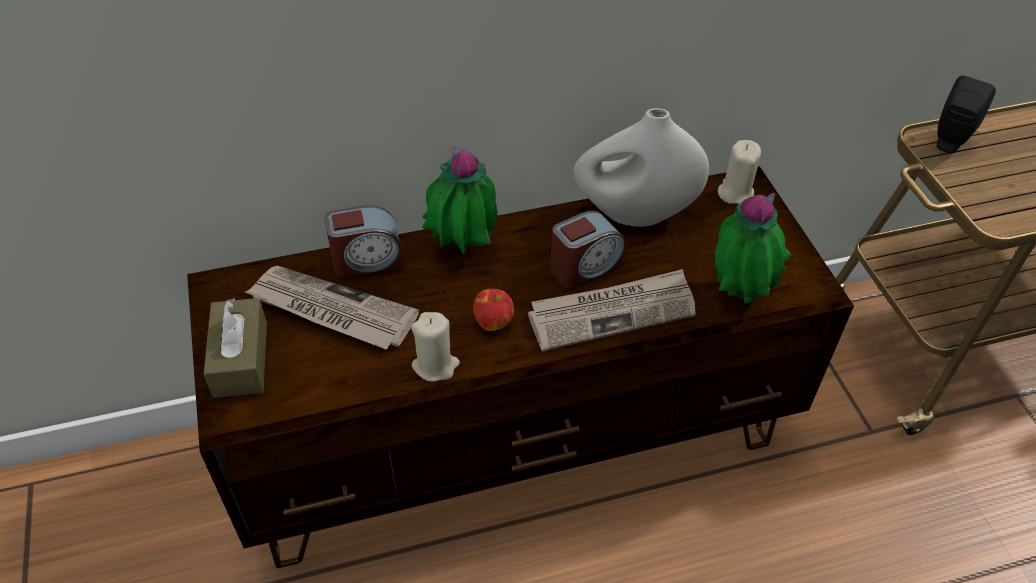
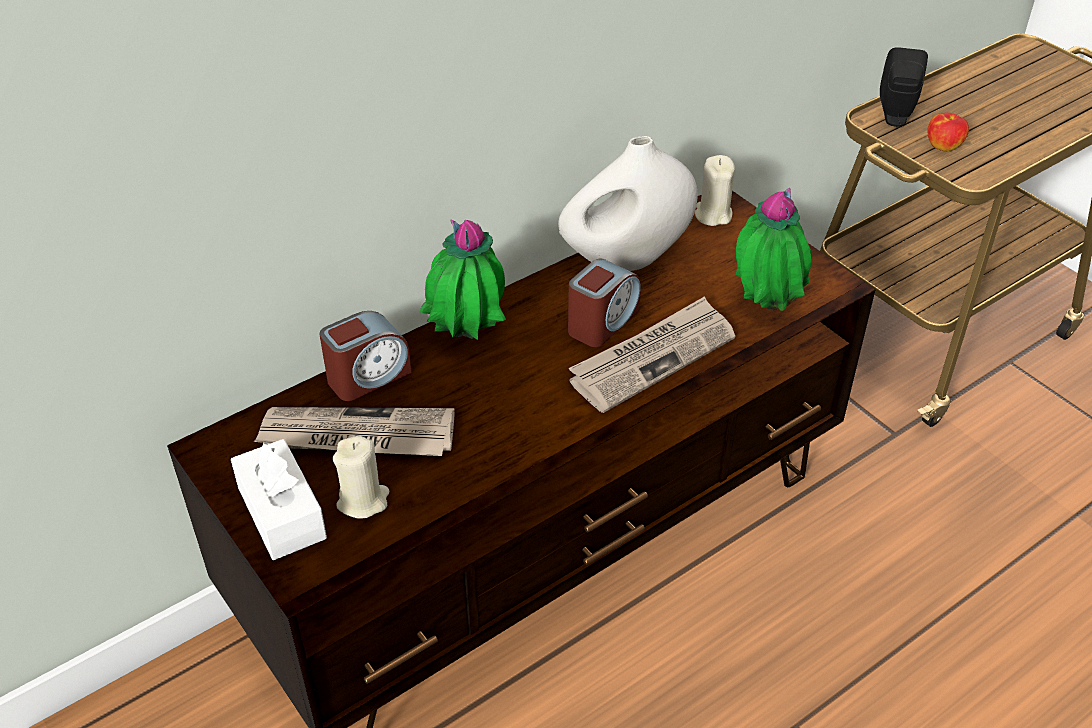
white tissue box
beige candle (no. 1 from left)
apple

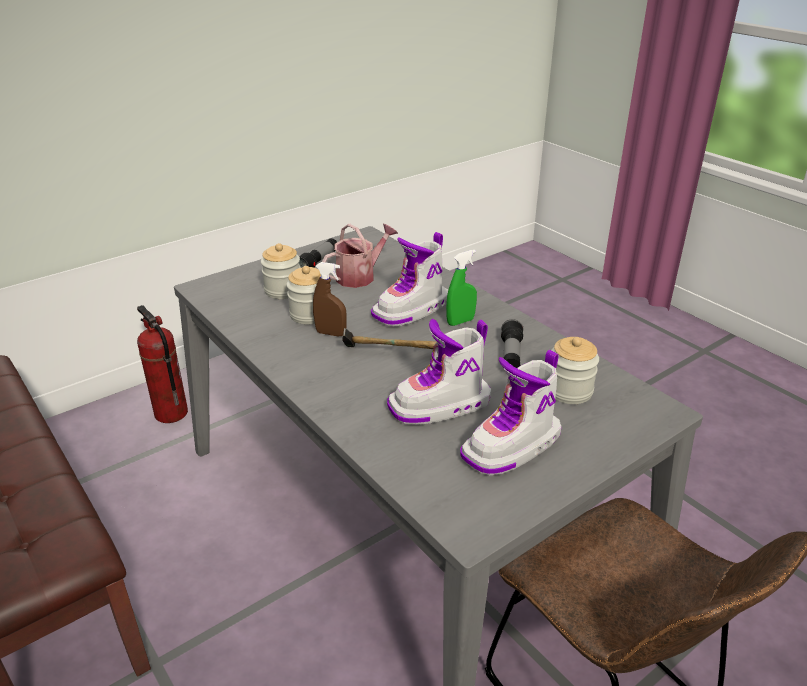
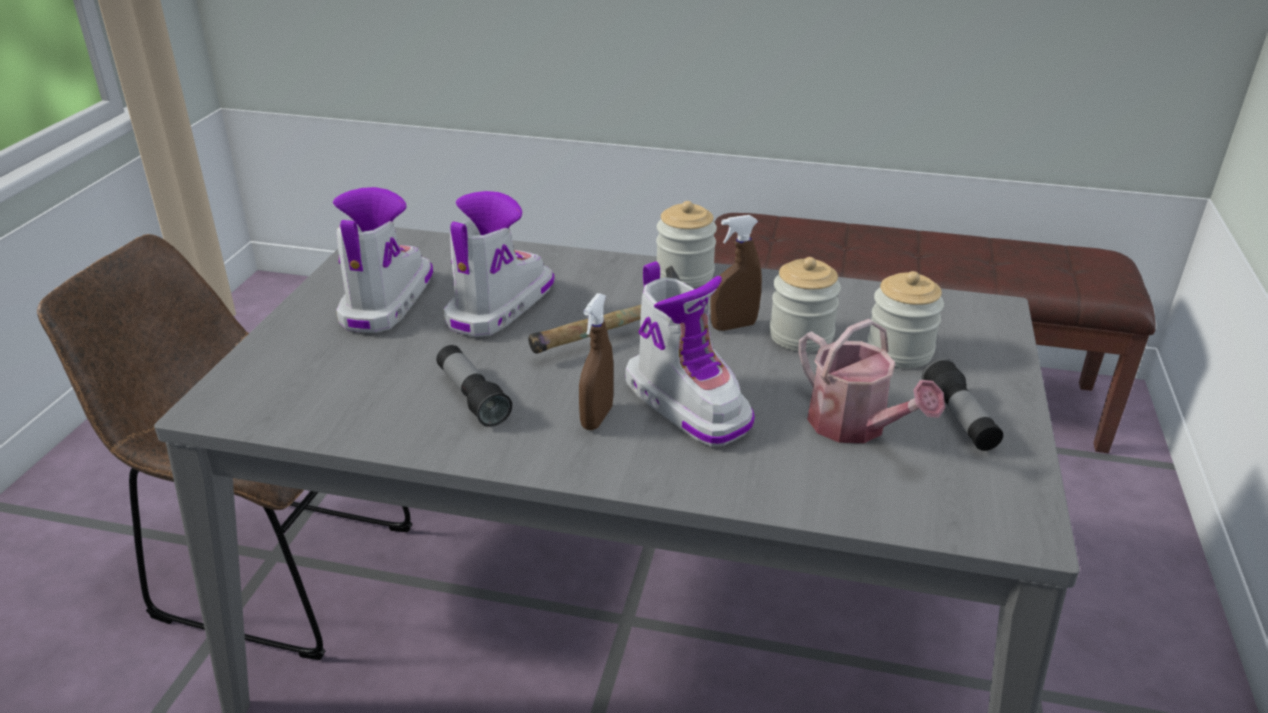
fire extinguisher
watering can
boot (no. 3 from left)
brown spray bottle (no. 1 from left)
jar (no. 1 from left)

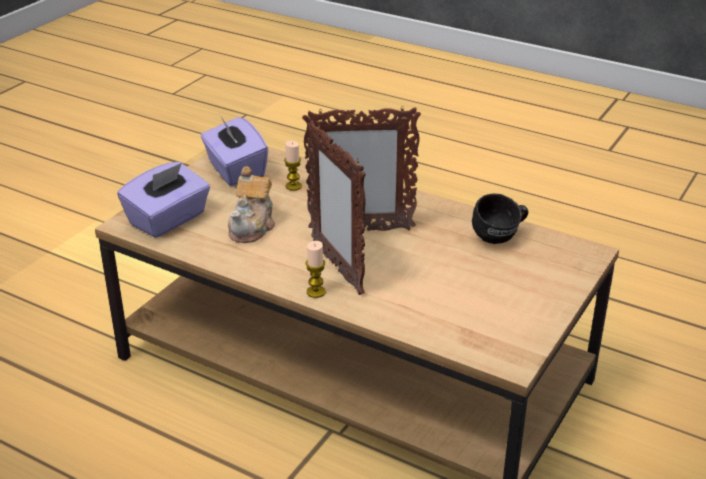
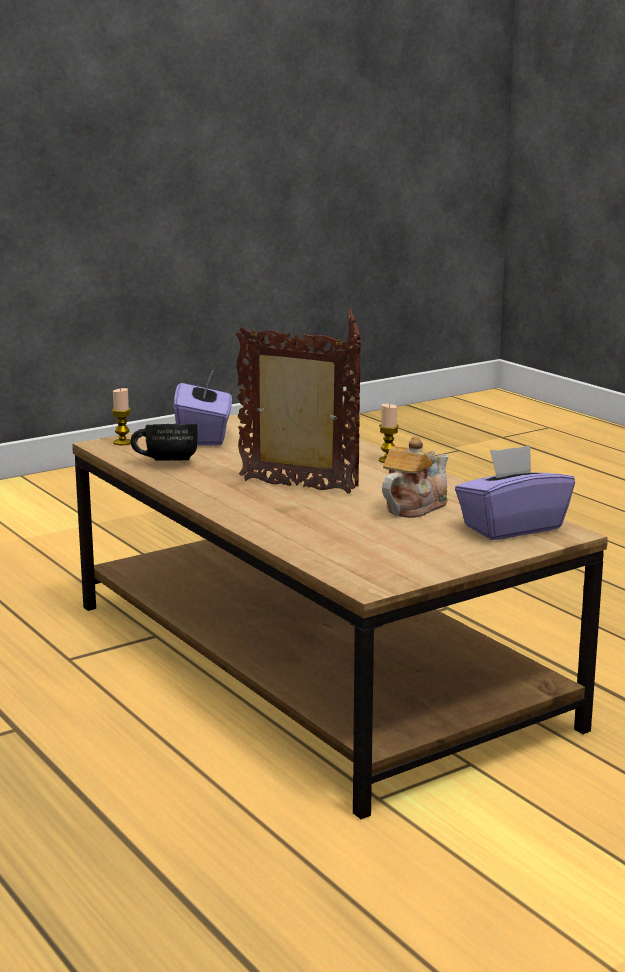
purple tissue box (no. 1 from left)
candle (no. 1 from left)

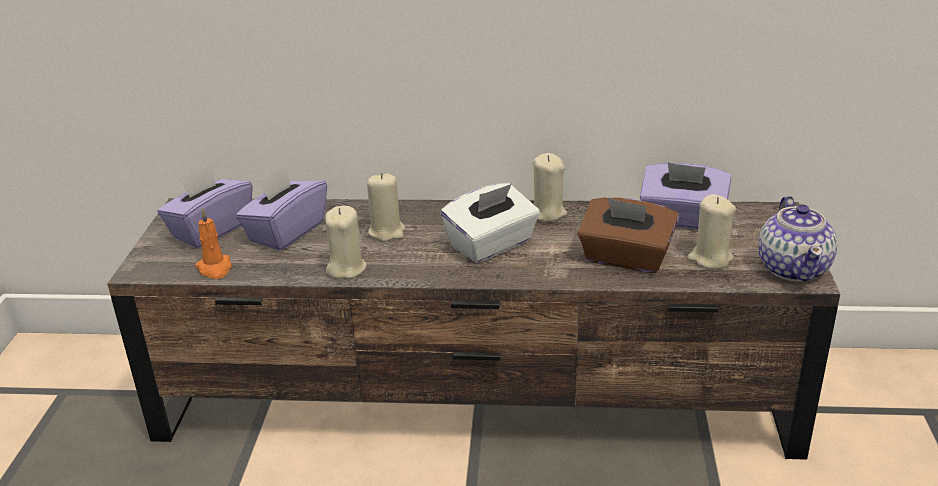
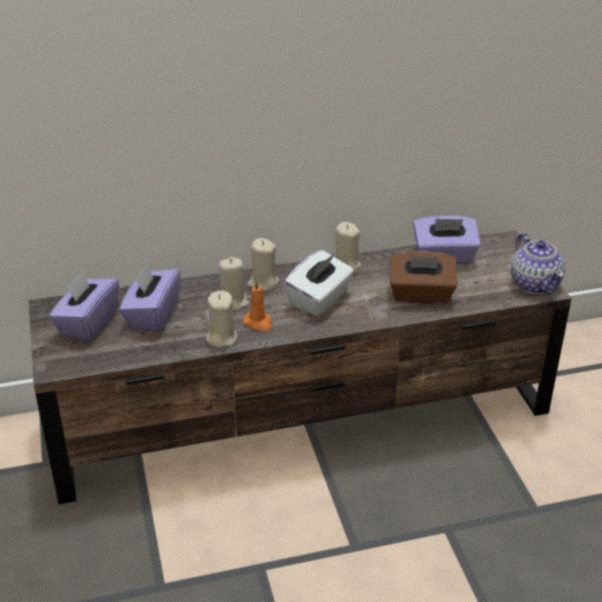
orange candle
beige candle (no. 3 from left)

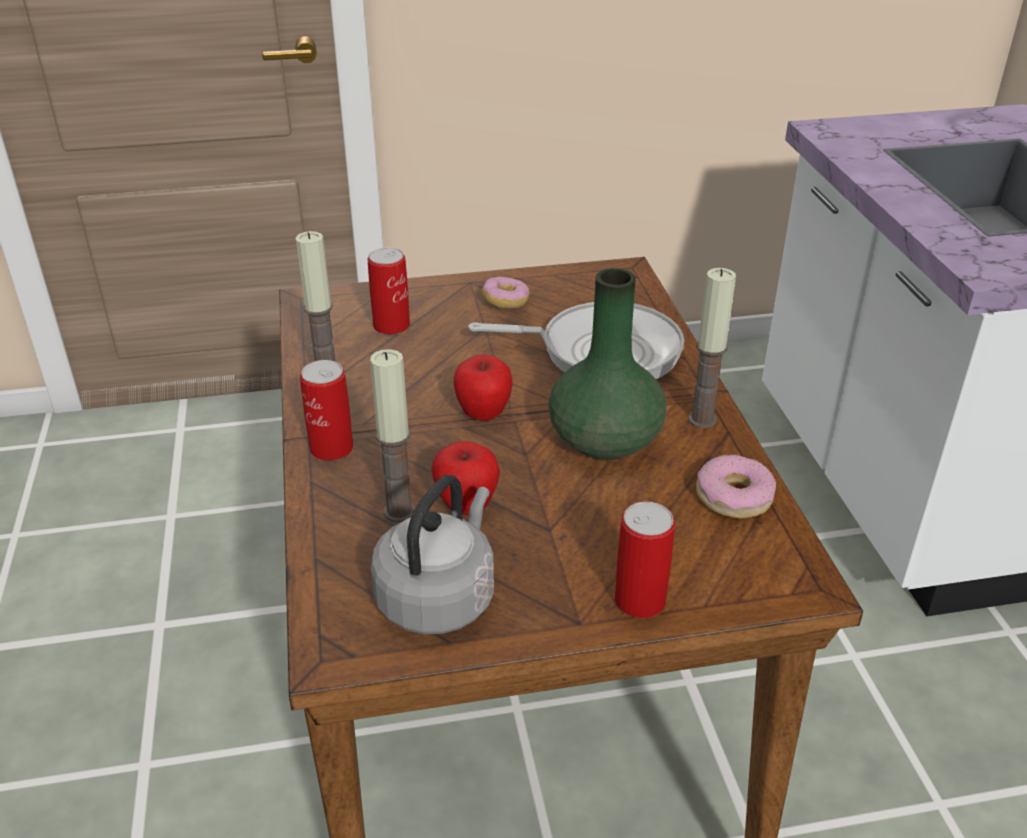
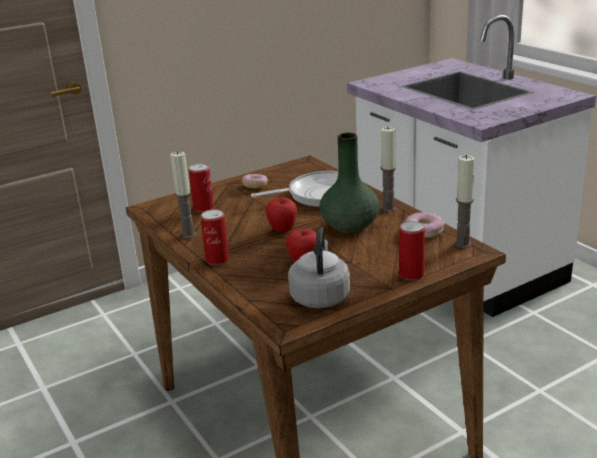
candle (no. 3 from left)

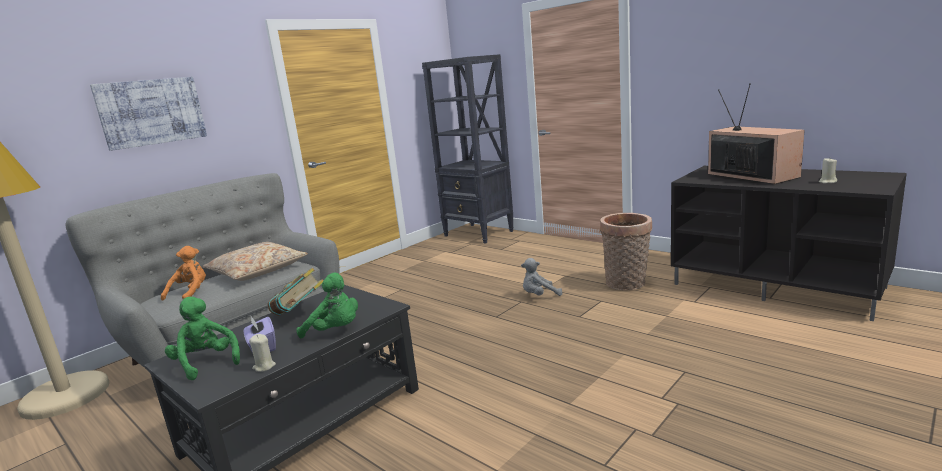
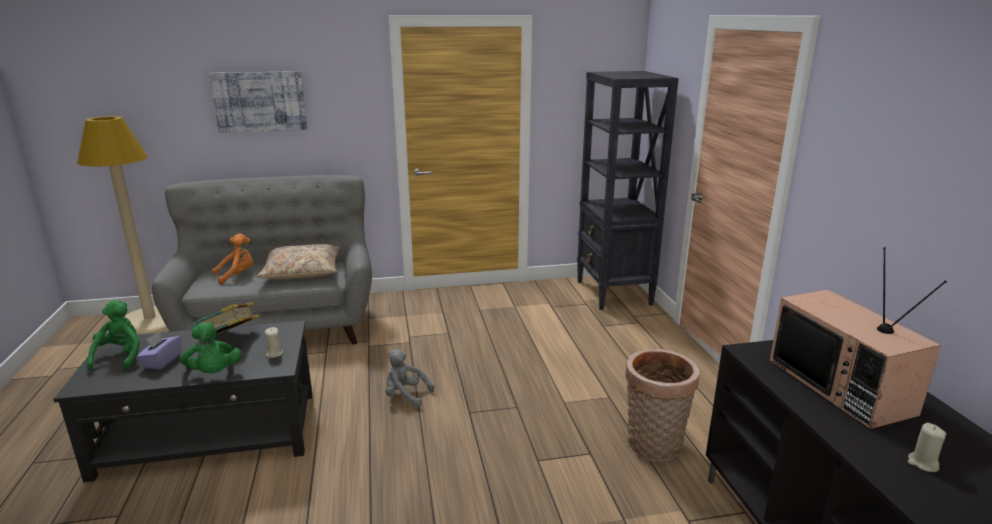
beige candle (no. 1 from left)
grey plush toy
television

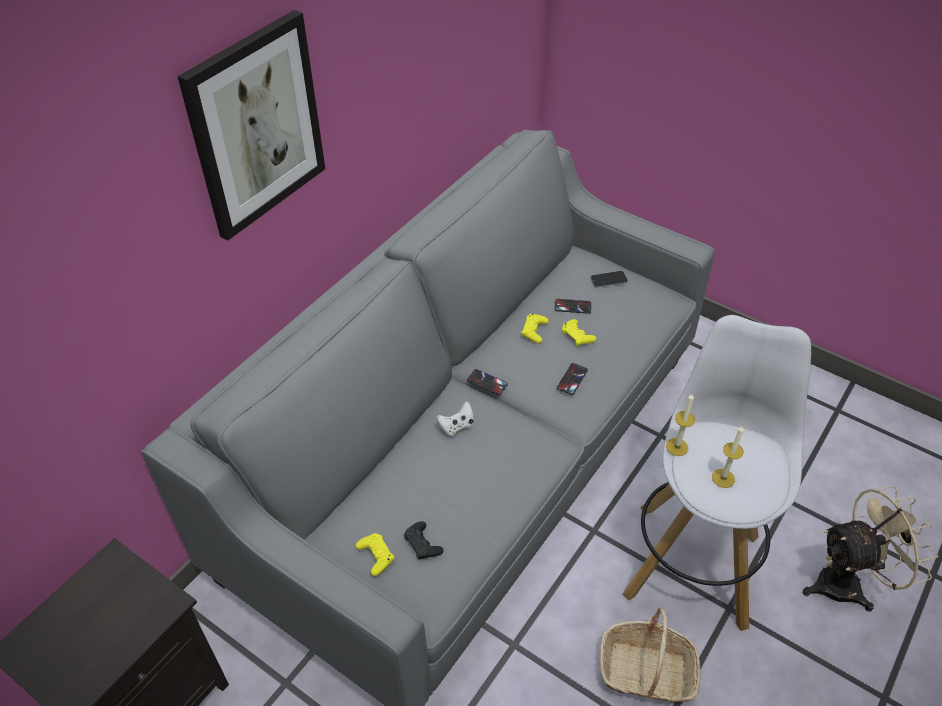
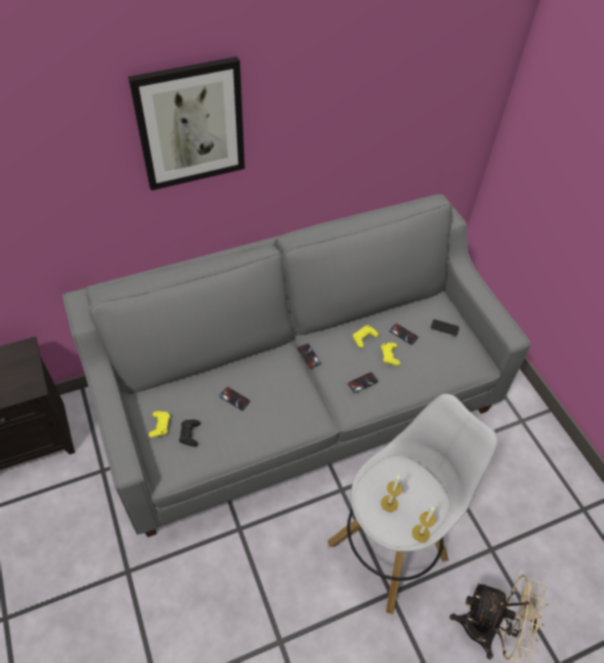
white game controller
basket
candle (no. 2 from left)
phone (no. 1 from left)

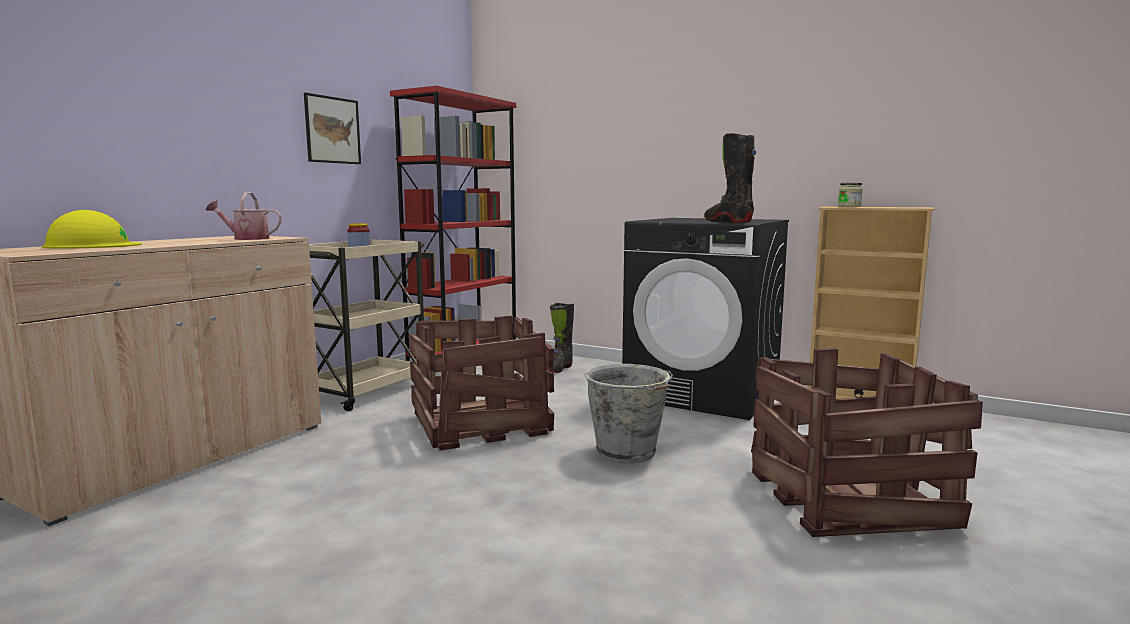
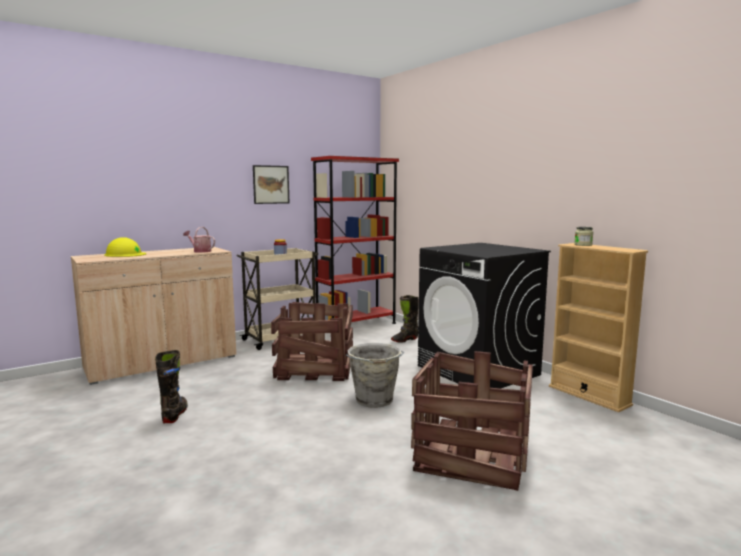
black boot (no. 1 from left)

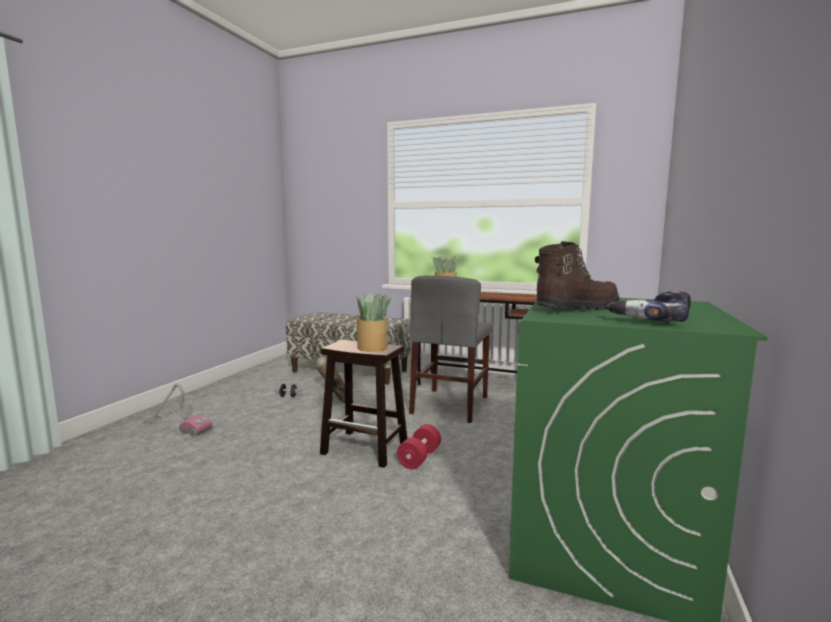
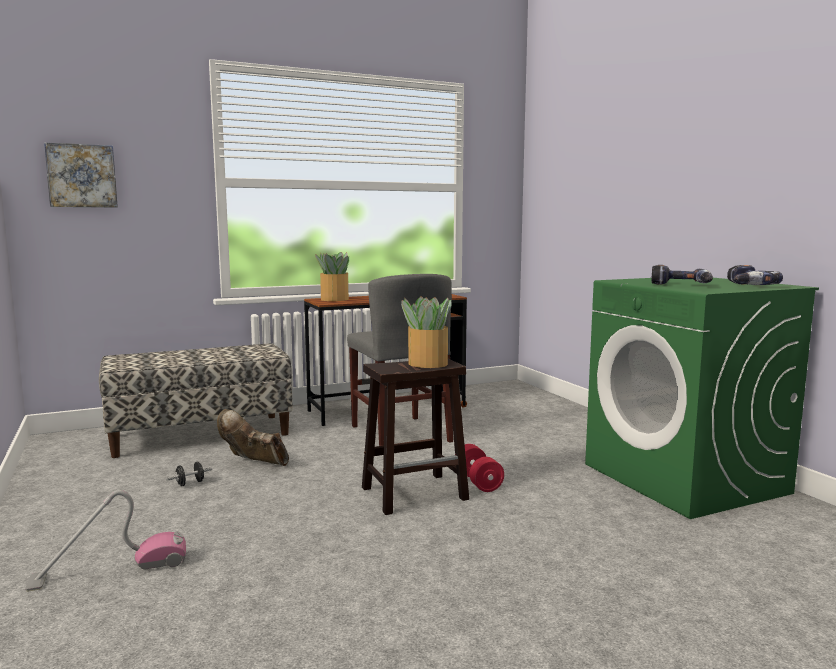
power drill (no. 1 from left)
picture

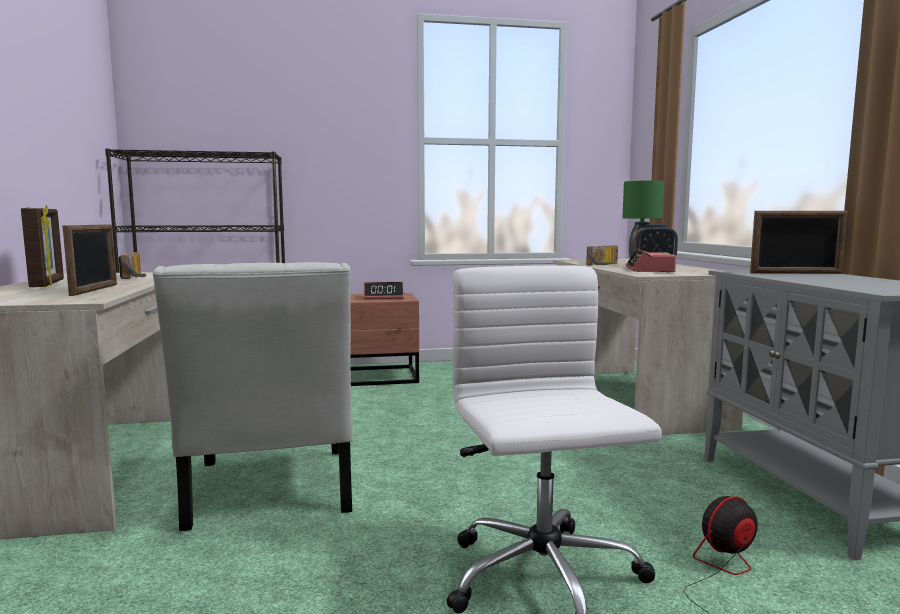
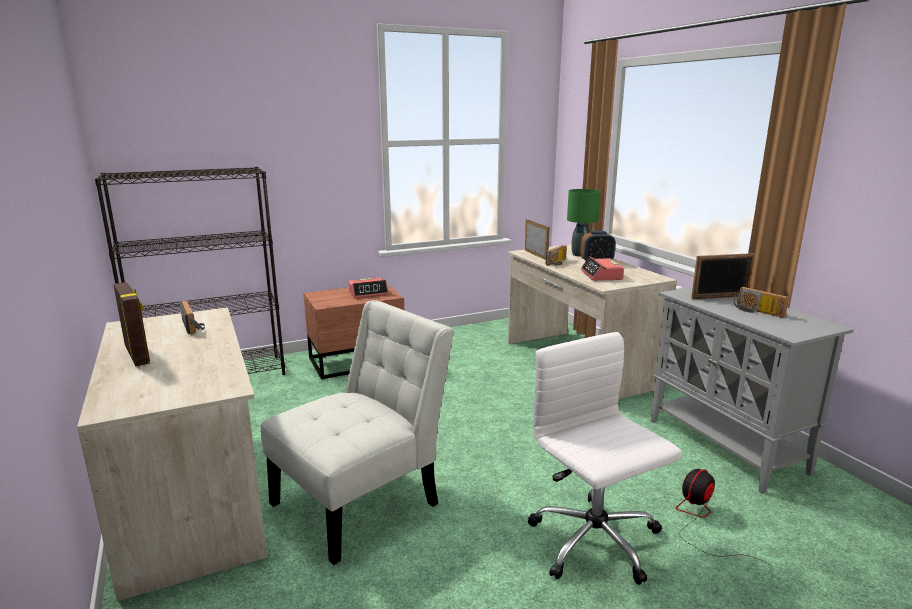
picture frame (no. 2 from left)
white chair
radio (no. 3 from left)

